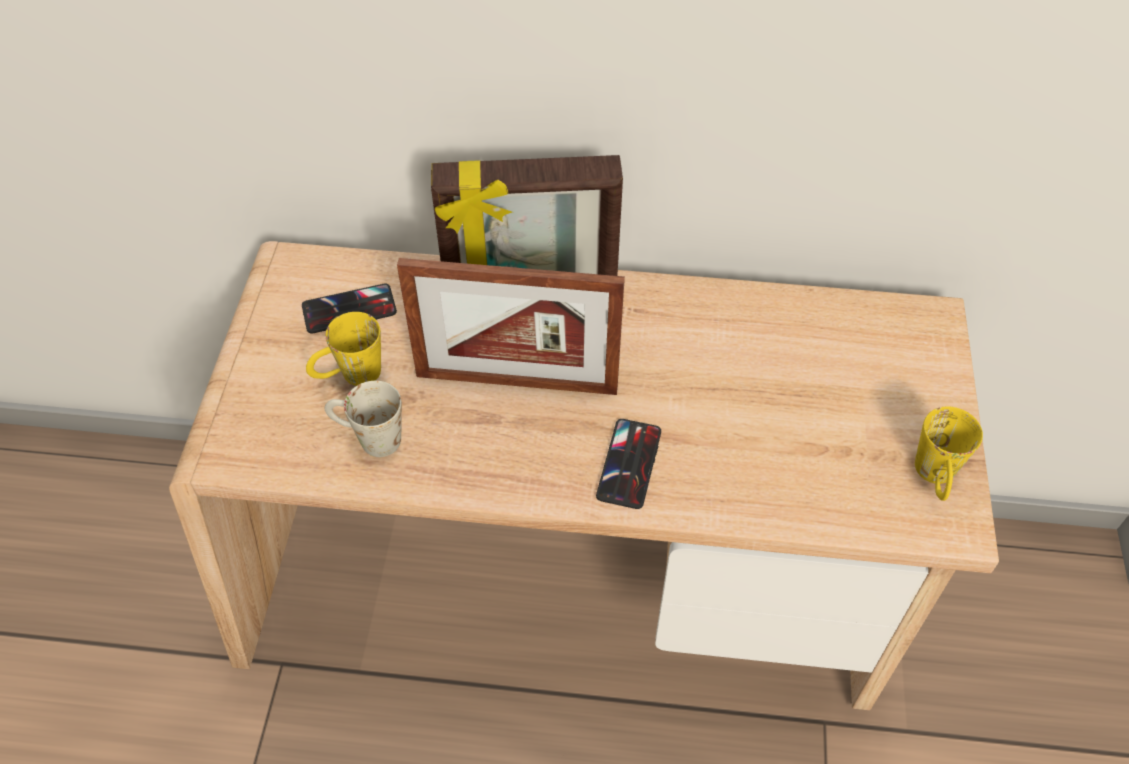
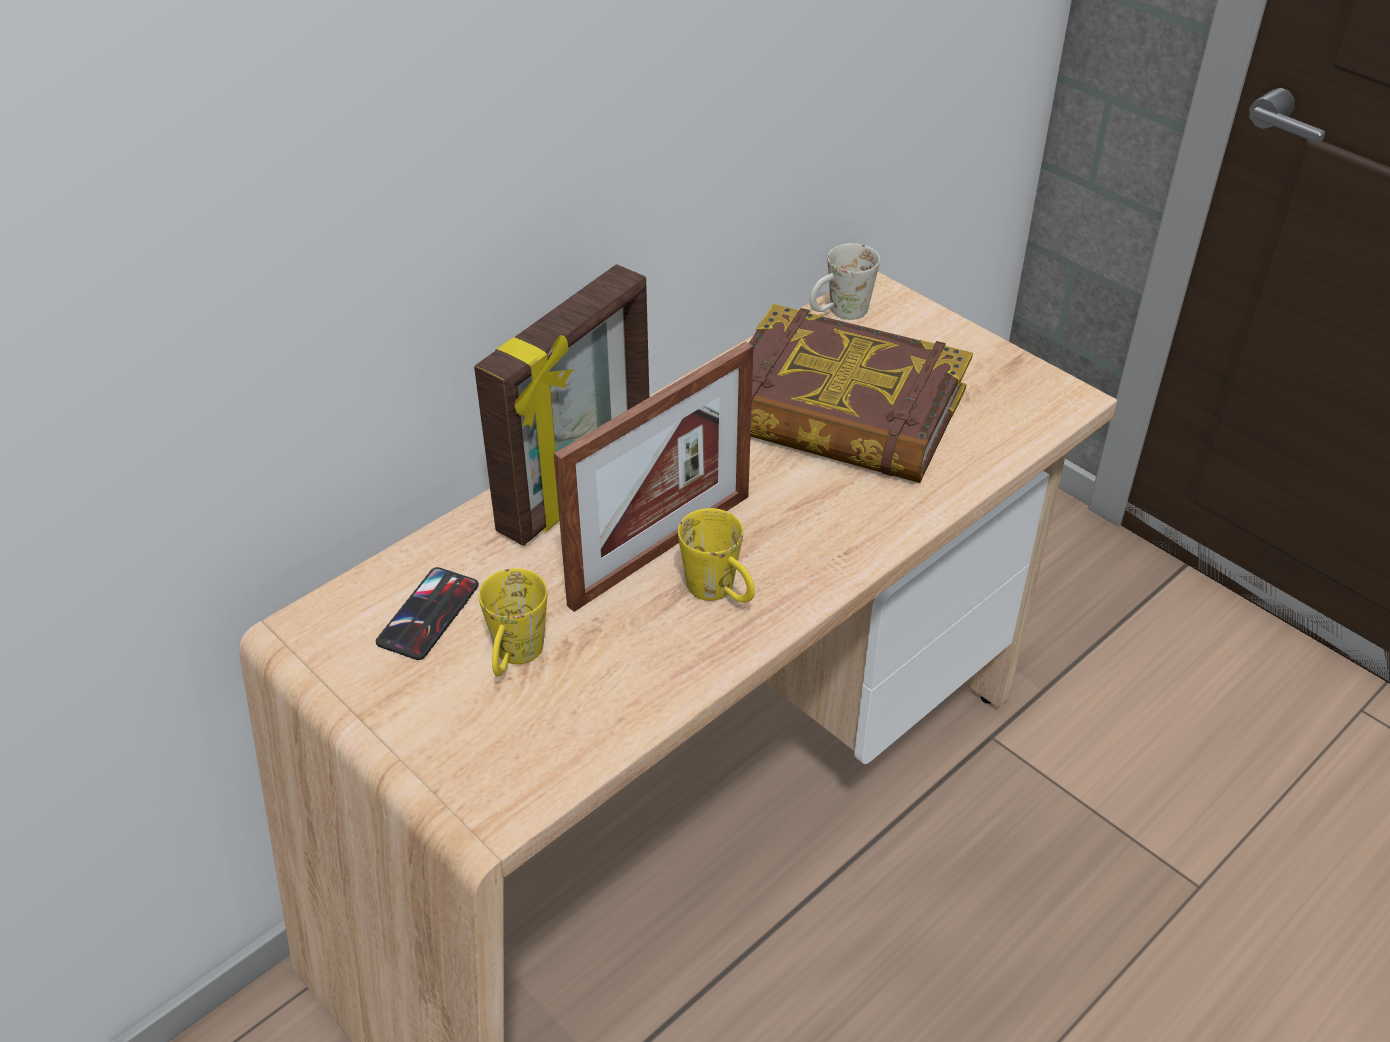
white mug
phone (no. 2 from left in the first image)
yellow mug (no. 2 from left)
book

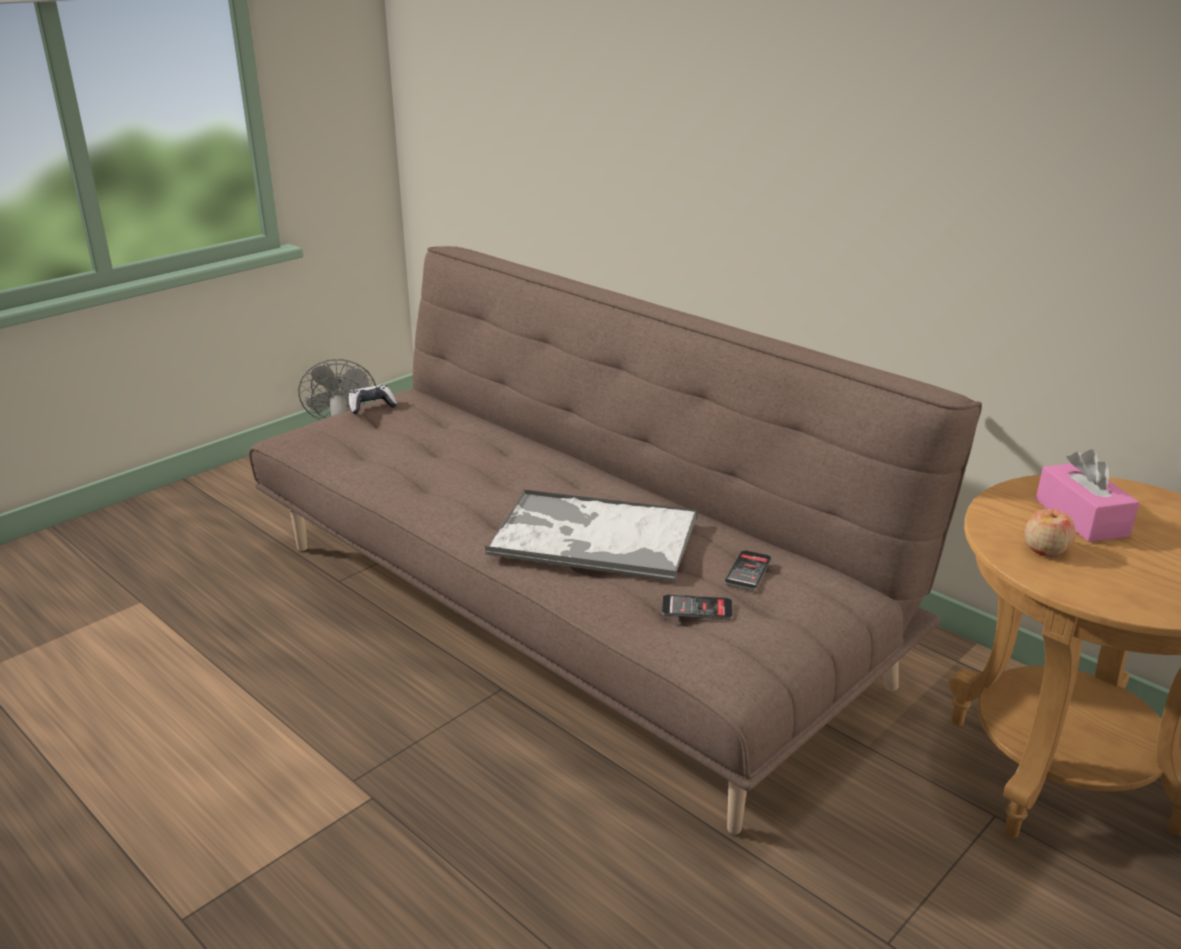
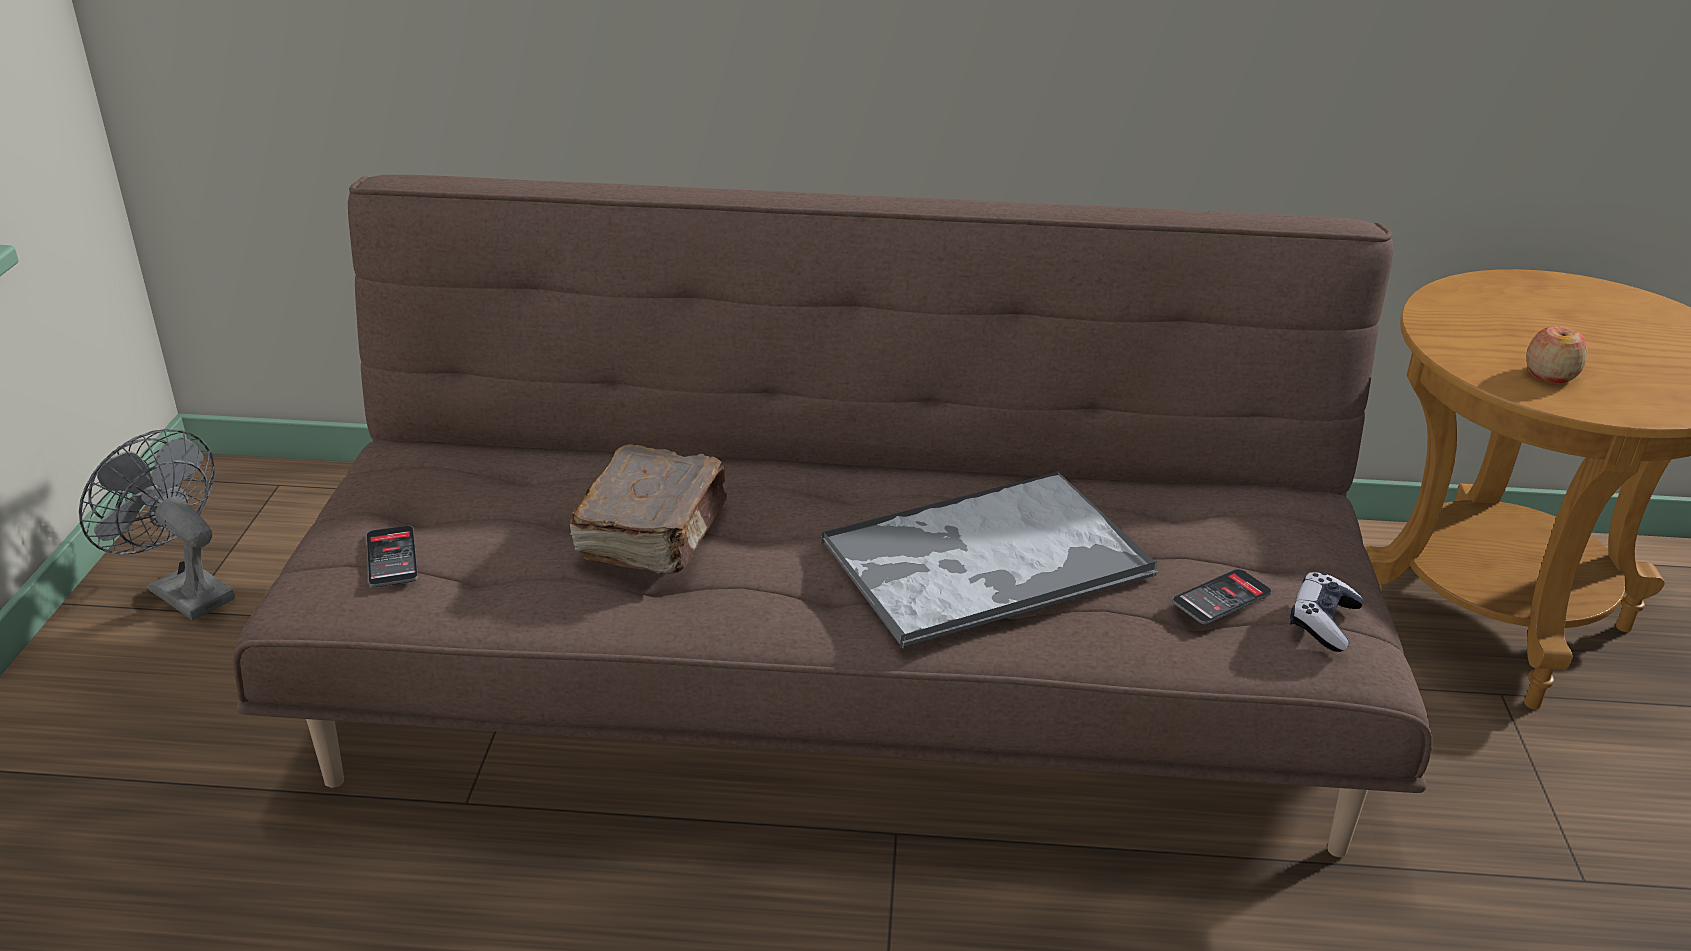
game controller
phone (no. 1 from left)
pink tissue box
brown book

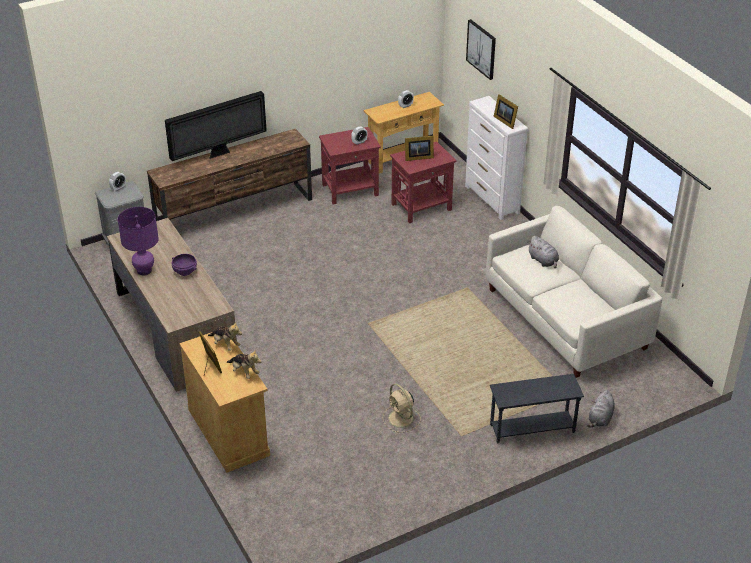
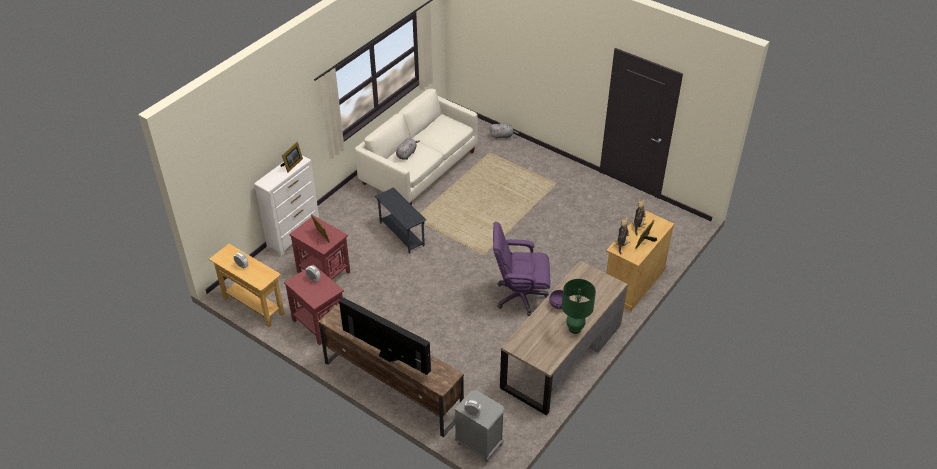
green table lamp
beige fan
picture
grey side table
purple office chair

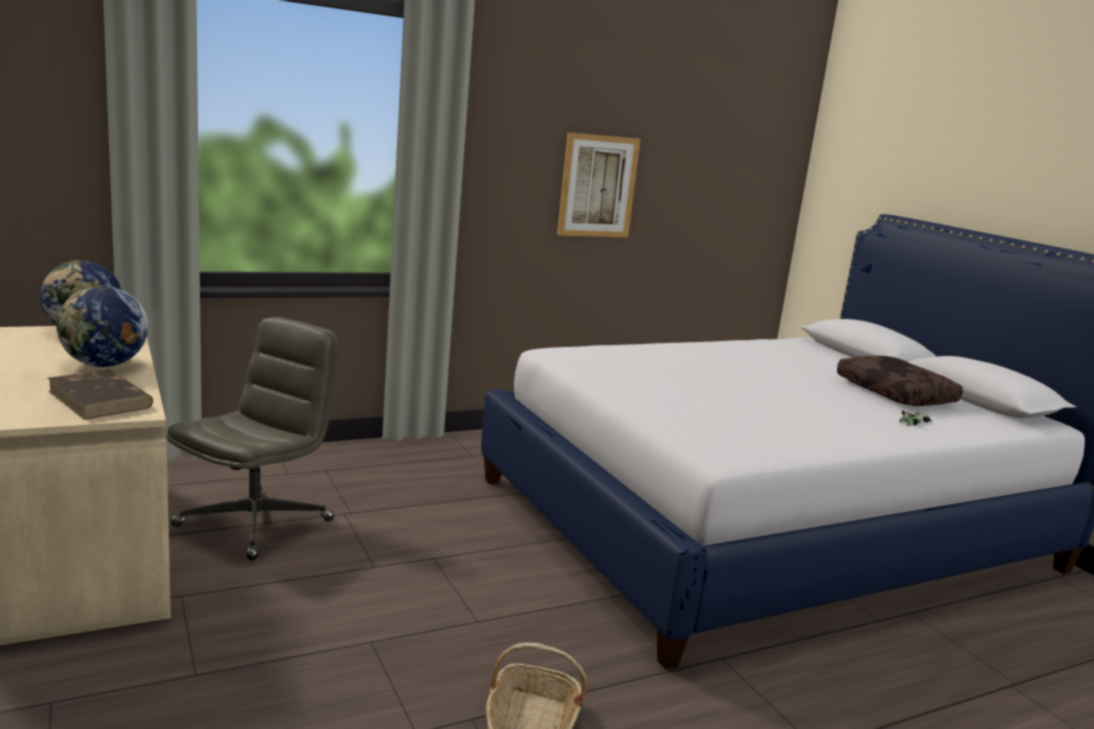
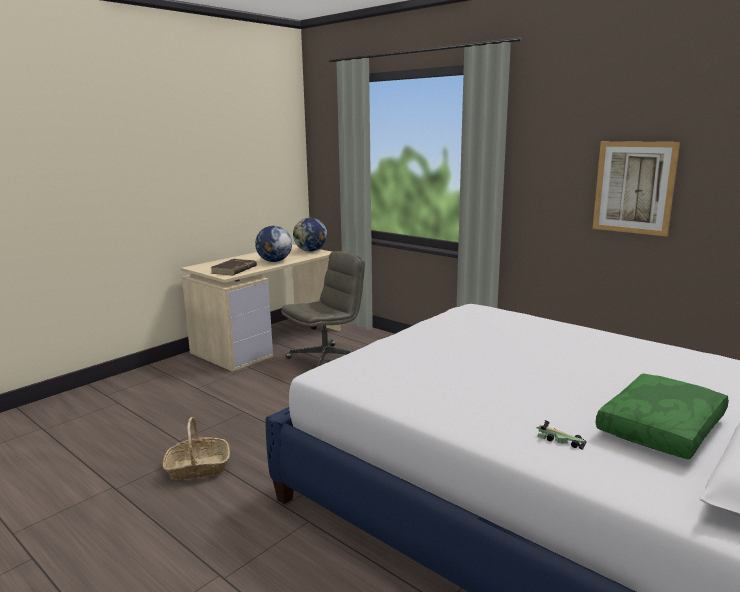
grey office chair
green pillow

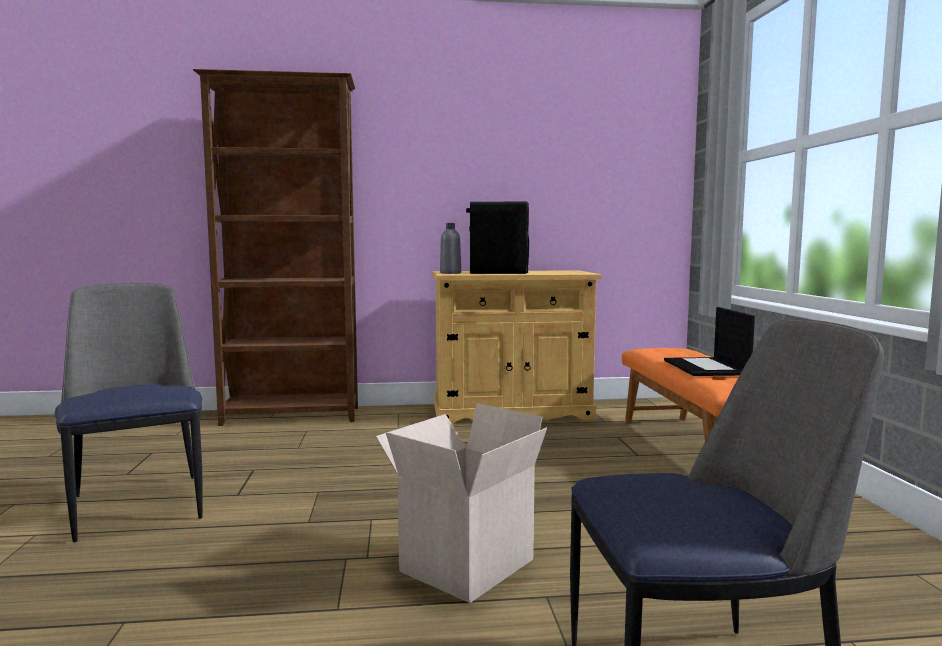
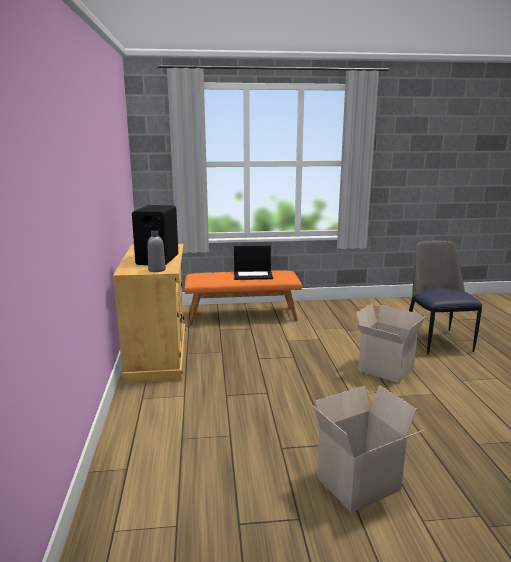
cardboard box (no. 1 from left)
brown bookcase

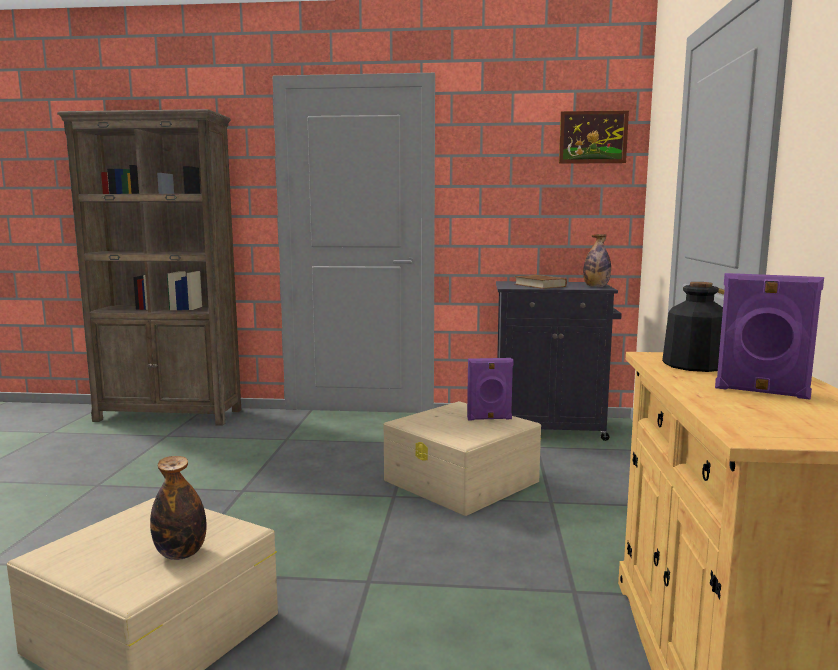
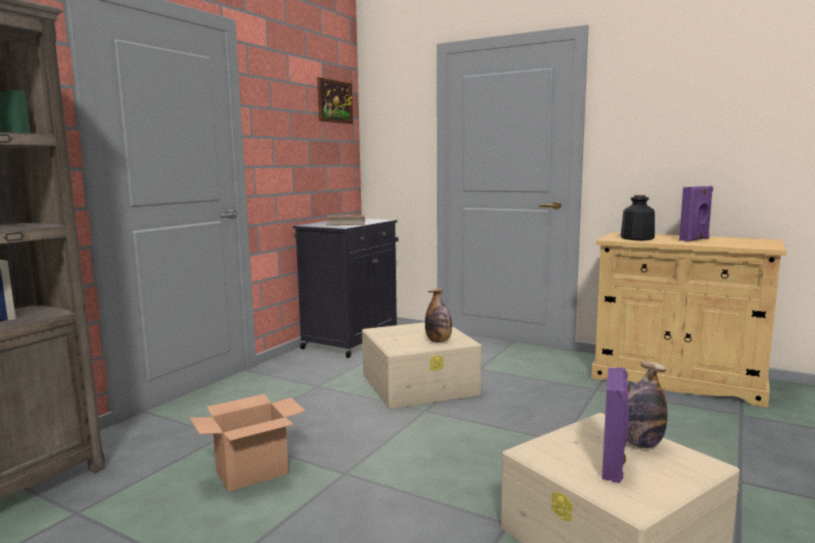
purple speaker (no. 1 from left)
bottle (no. 1 from left)
cardboard box

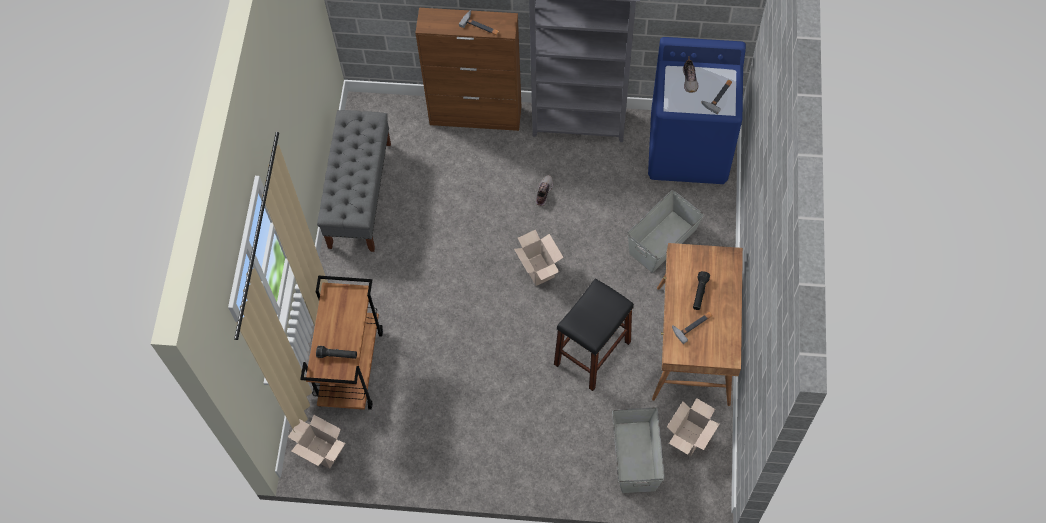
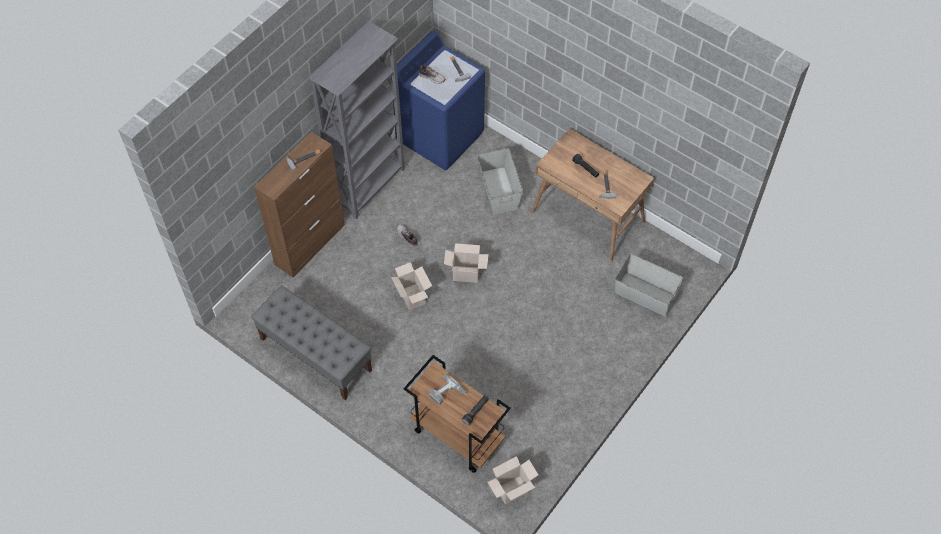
black stool
cardboard box (no. 1 from left)
power drill

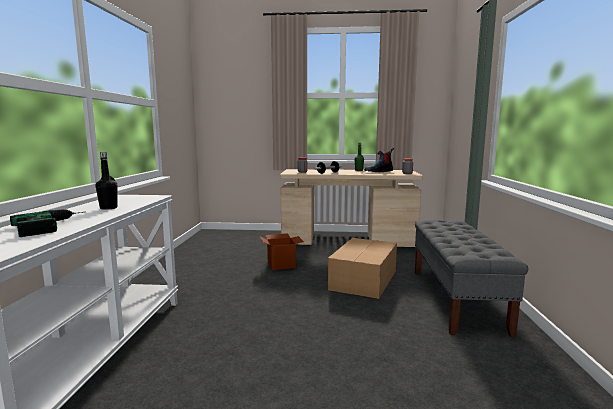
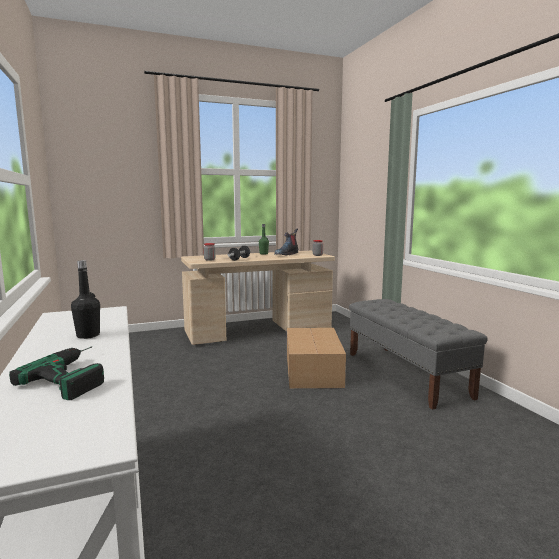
cardboard box (no. 1 from left in the first image)

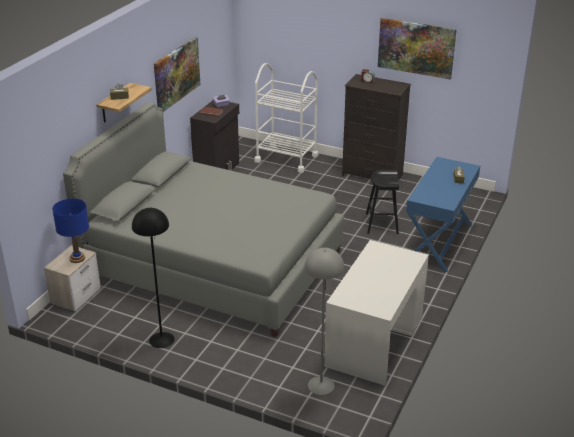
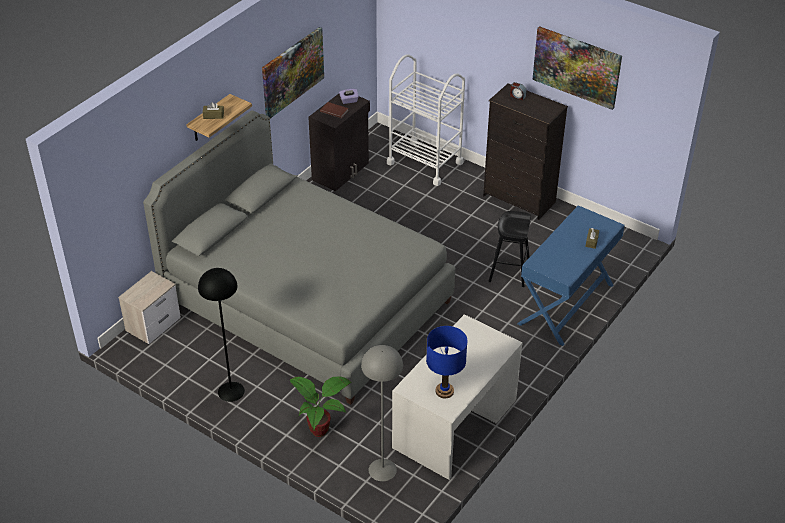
blue table lamp
potted plant

